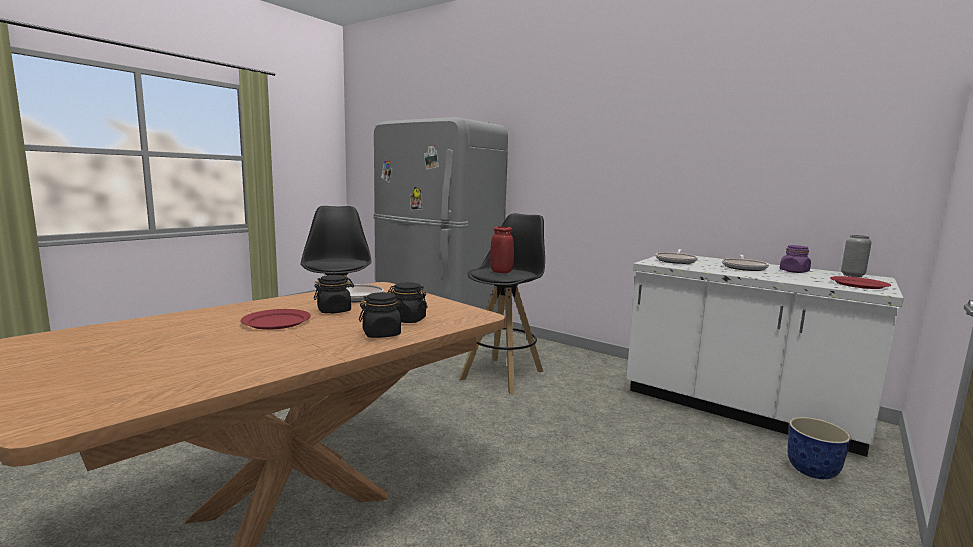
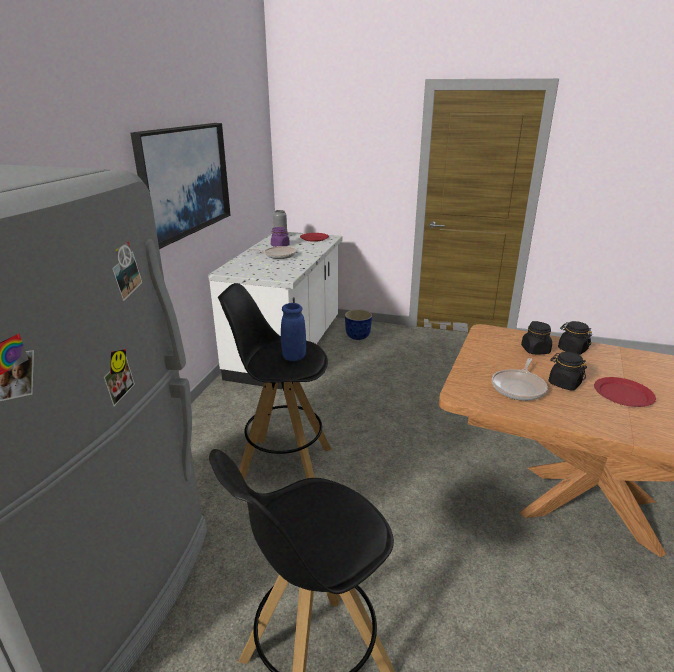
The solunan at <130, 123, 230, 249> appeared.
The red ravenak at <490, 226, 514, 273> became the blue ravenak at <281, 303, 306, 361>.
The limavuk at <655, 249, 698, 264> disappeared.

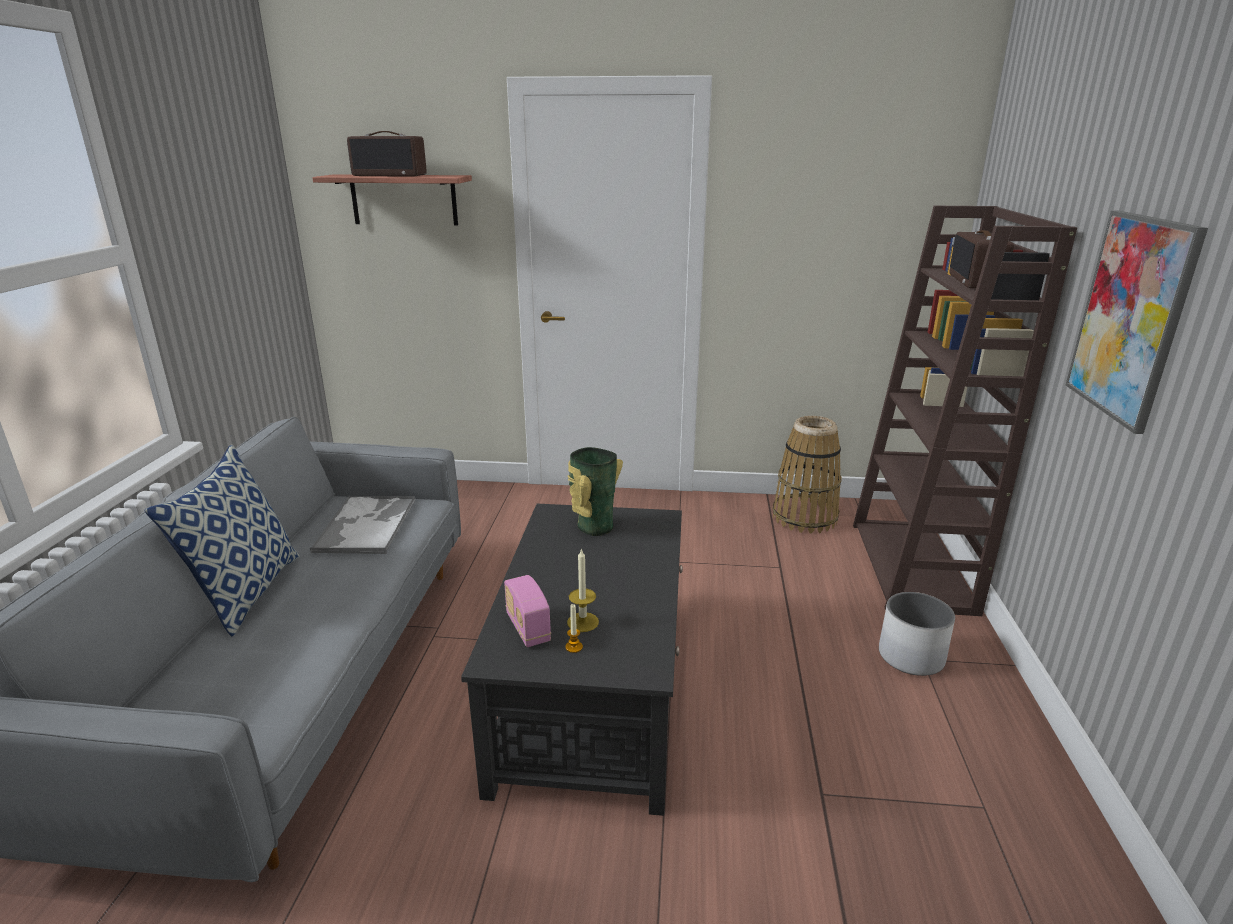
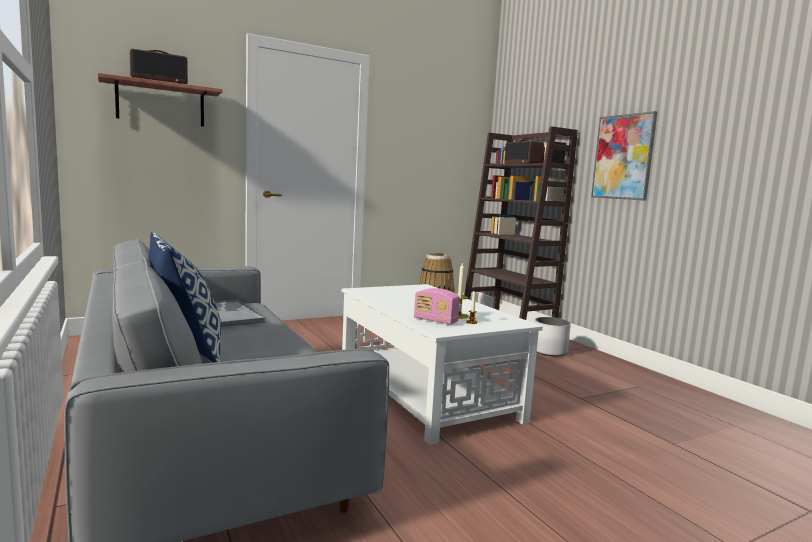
The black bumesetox at <461, 504, 683, 816> became the white bumesetox at <342, 284, 543, 445>.
The ravenak at <568, 447, 623, 536> disappeared.

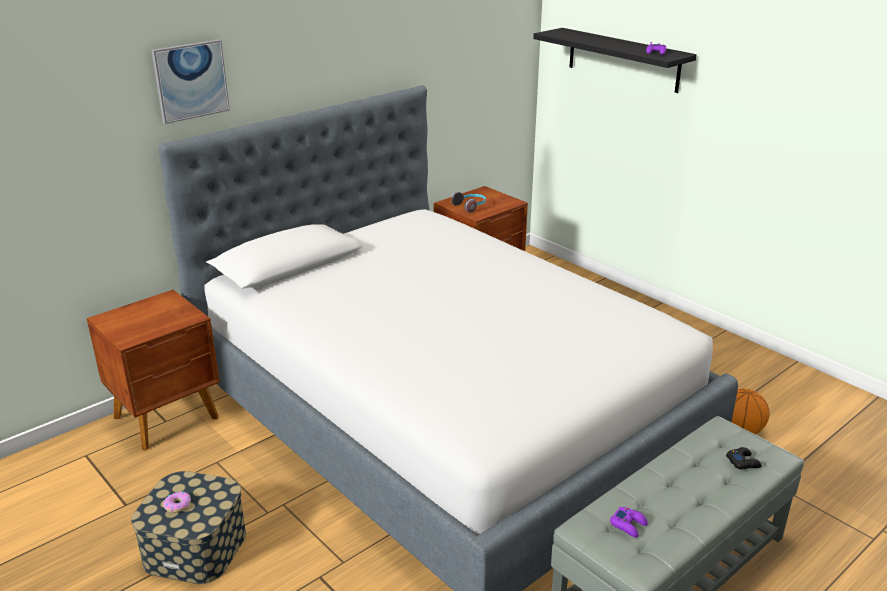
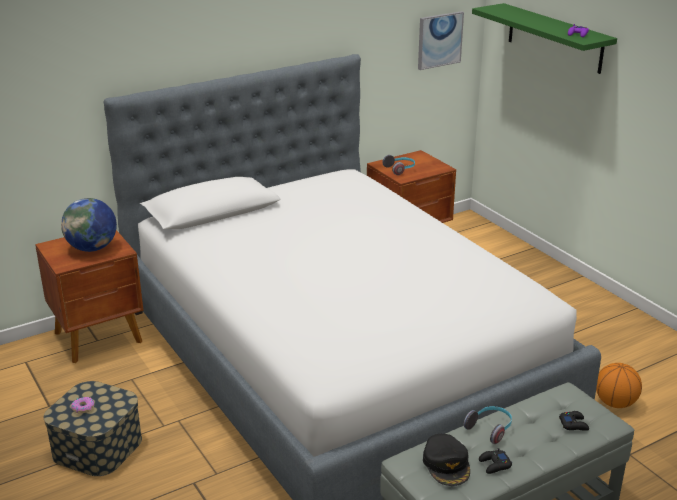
The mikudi at <61, 198, 117, 252> appeared.
The solunan moved from <151, 40, 230, 124> to <418, 11, 464, 70>.
The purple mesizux at <610, 507, 648, 538> was replaced by the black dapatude at <423, 434, 470, 486>.
The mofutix at <464, 406, 512, 444> appeared.
The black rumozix at <533, 28, 697, 93> became the green rumozix at <472, 3, 617, 74>.
The black mesizux at <479, 448, 512, 474> appeared.

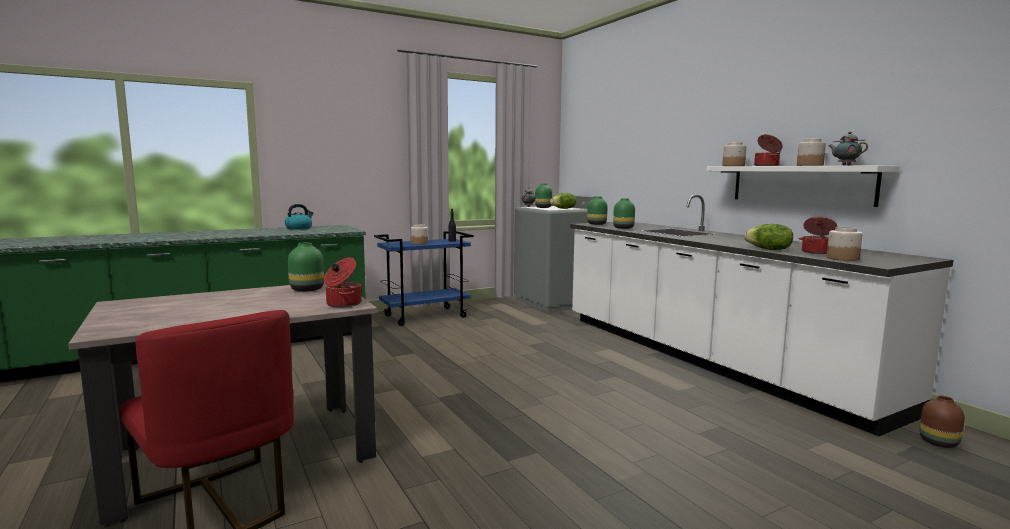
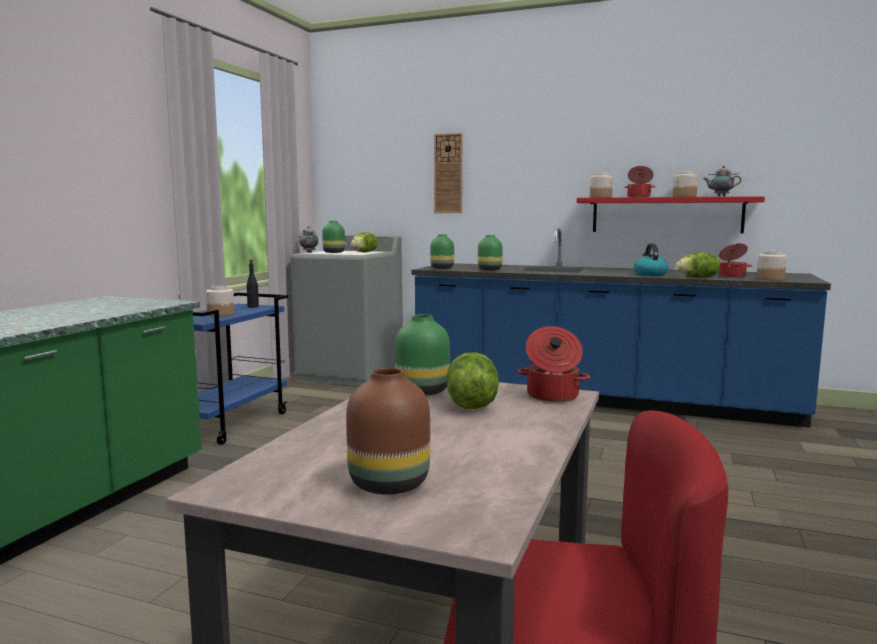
The brown ravenak moved from <920, 396, 965, 448> to <346, 368, 430, 495>.
The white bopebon at <570, 194, 954, 436> became the blue bopebon at <412, 228, 831, 428>.
The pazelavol at <434, 133, 462, 213> appeared.
The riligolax at <446, 352, 499, 409> appeared.
The white rumozix at <707, 166, 899, 207> became the red rumozix at <577, 196, 765, 233>.
The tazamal moved from <285, 204, 314, 230> to <634, 243, 668, 276>.

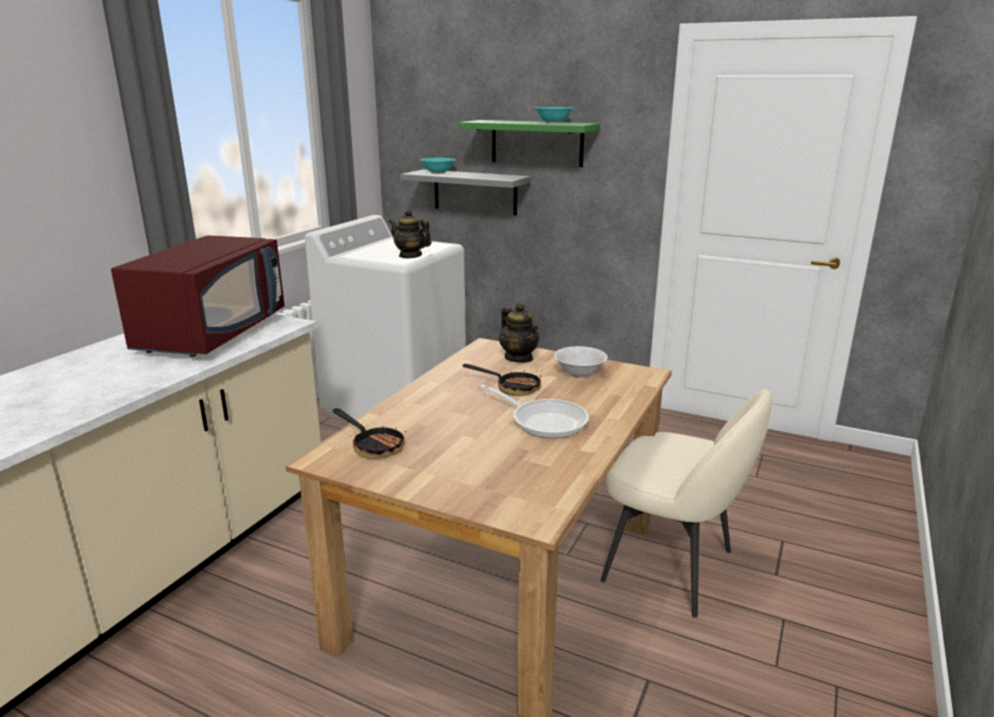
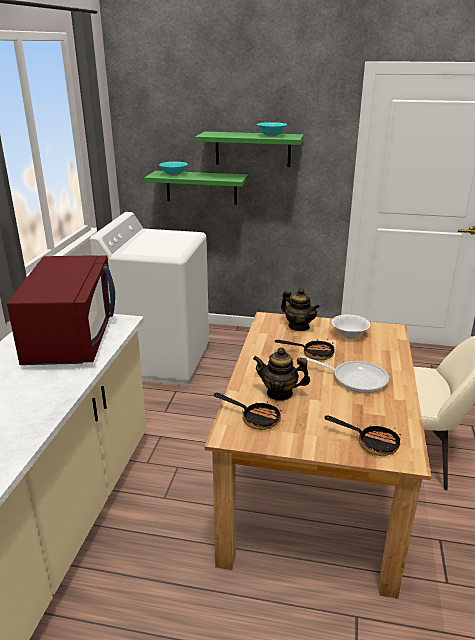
The grey rumozix at <400, 169, 531, 216> became the green rumozix at <144, 171, 248, 205>.
The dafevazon moved from <389, 209, 432, 259> to <253, 347, 310, 401>.
The limavuk at <324, 415, 401, 456> appeared.

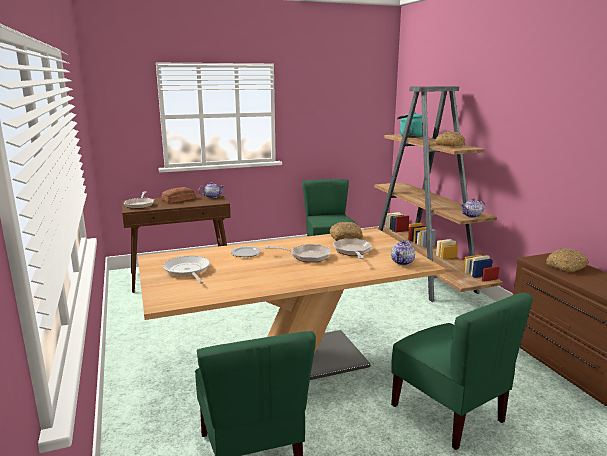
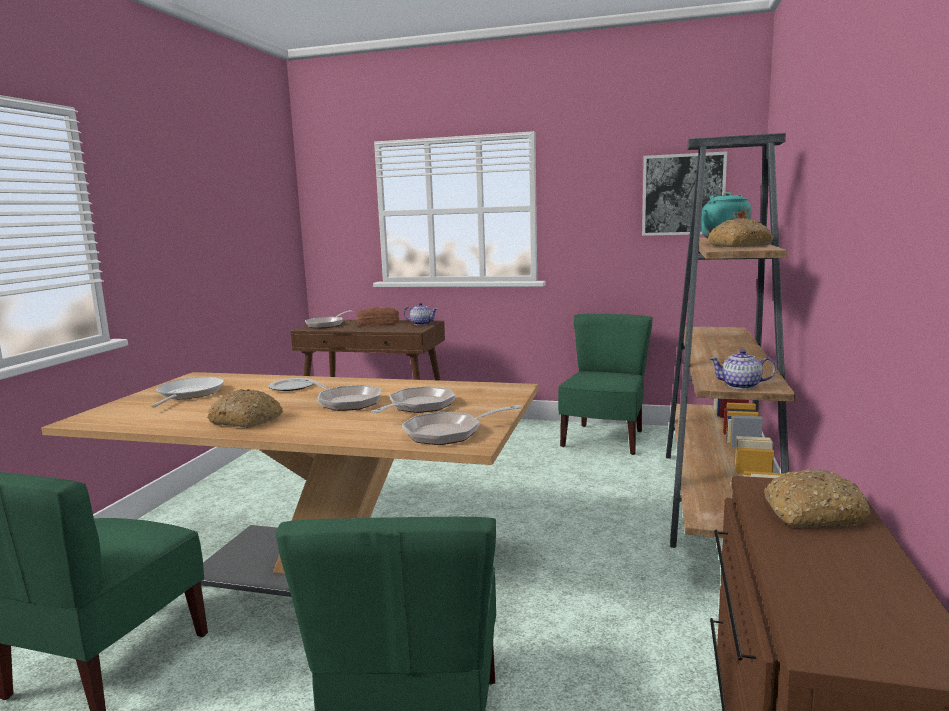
The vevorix moved from <330, 221, 363, 241> to <207, 389, 283, 428>.
The dafevazon at <391, 240, 415, 265> was replaced by the limavuk at <402, 405, 522, 445>.
The solunan at <642, 151, 727, 236> appeared.

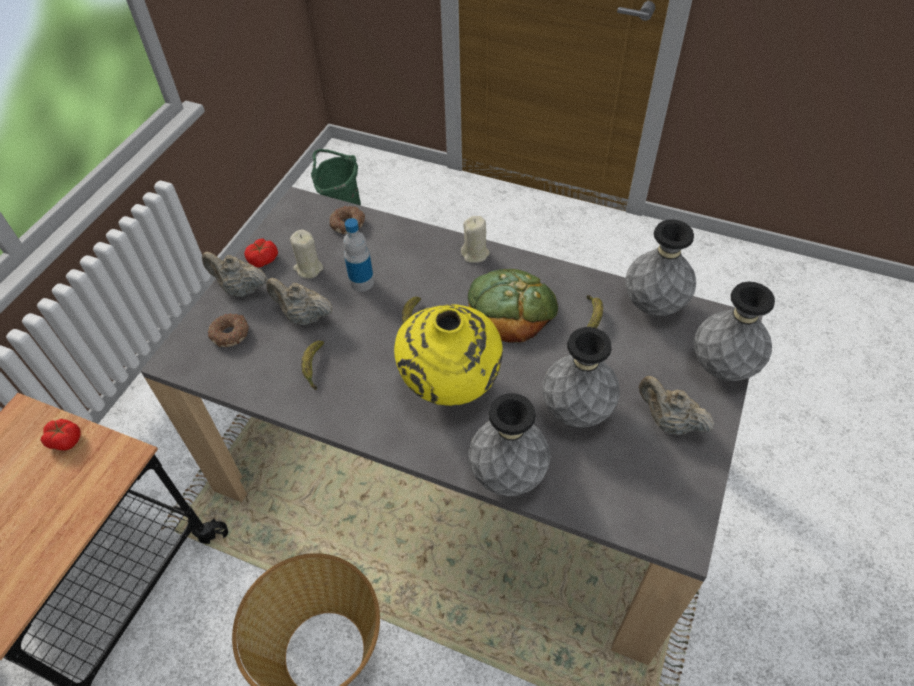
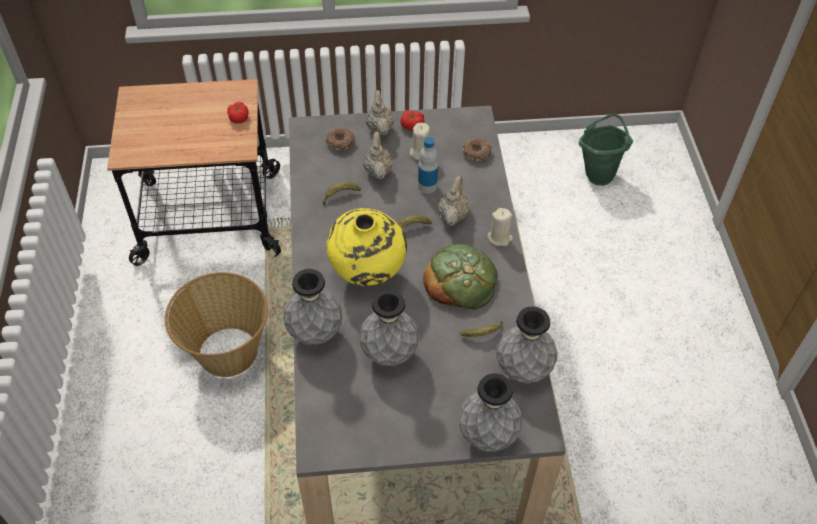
The beige dafevazon moved from <639, 376, 714, 435> to <438, 176, 469, 226>.

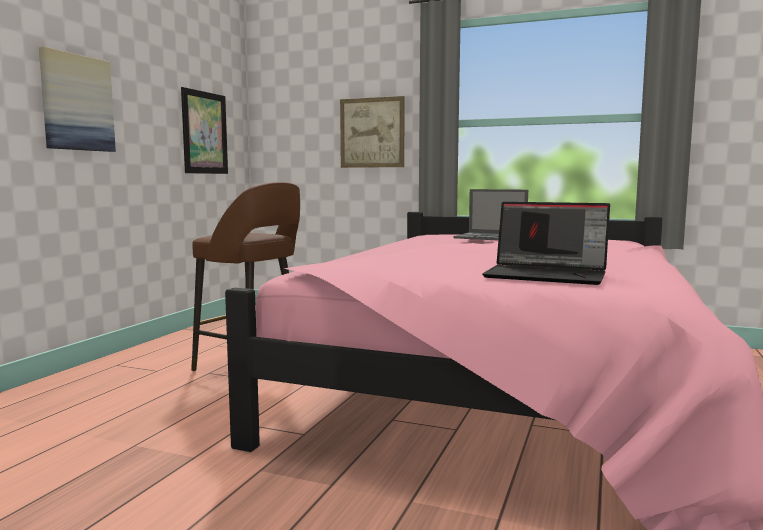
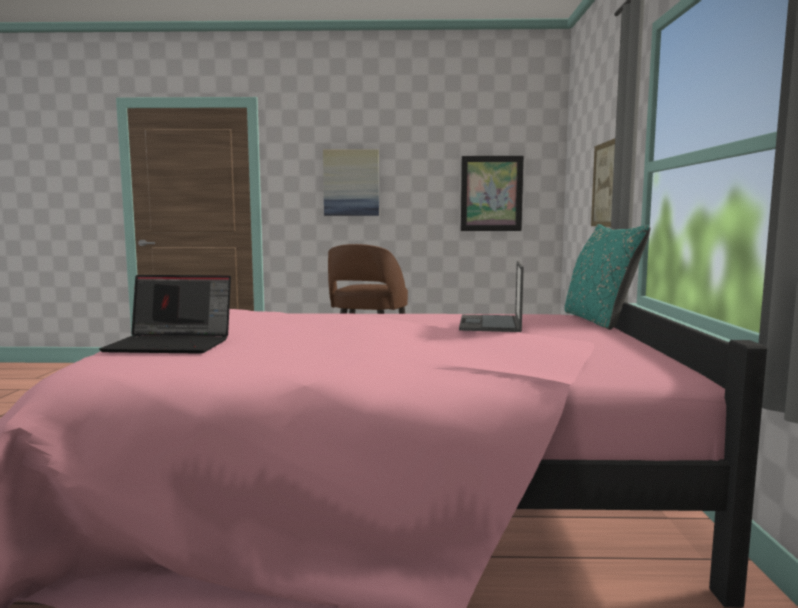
The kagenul at <482, 202, 610, 285> turned 90 degrees counterclockwise.
The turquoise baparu at <564, 224, 650, 330> appeared.

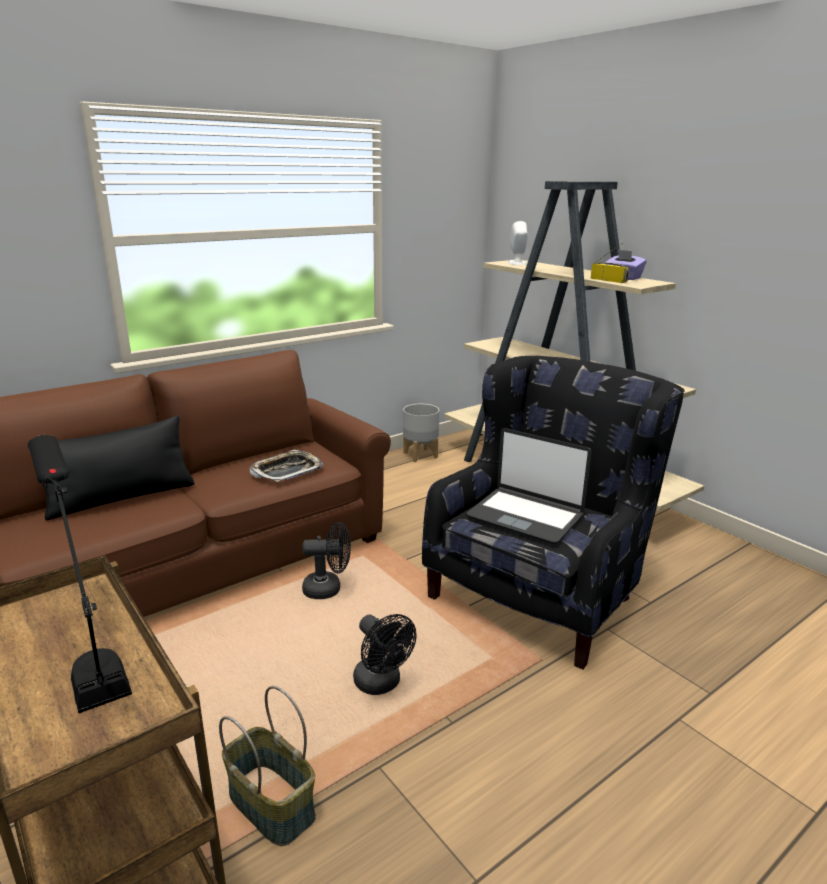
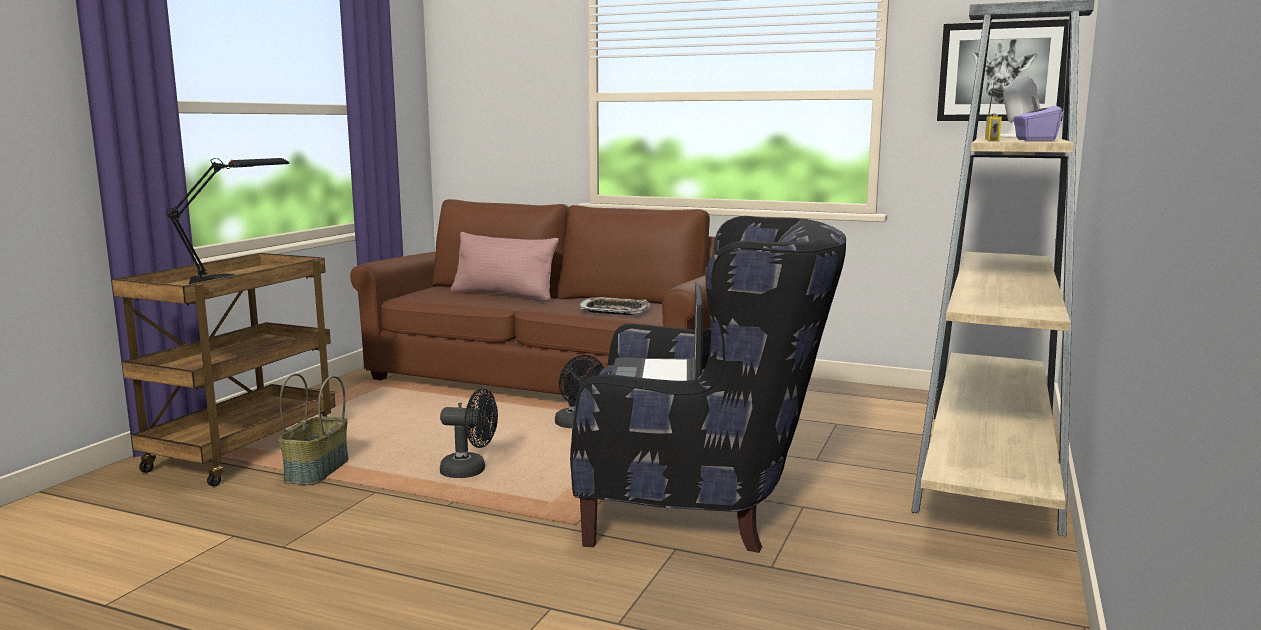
The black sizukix at <353, 614, 417, 695> turned 105 degrees counterclockwise.
The black baparu at <28, 415, 194, 520> became the pink baparu at <451, 232, 559, 301>.
The solunan at <937, 19, 1069, 121> appeared.
The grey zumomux at <403, 404, 440, 462> disappeared.

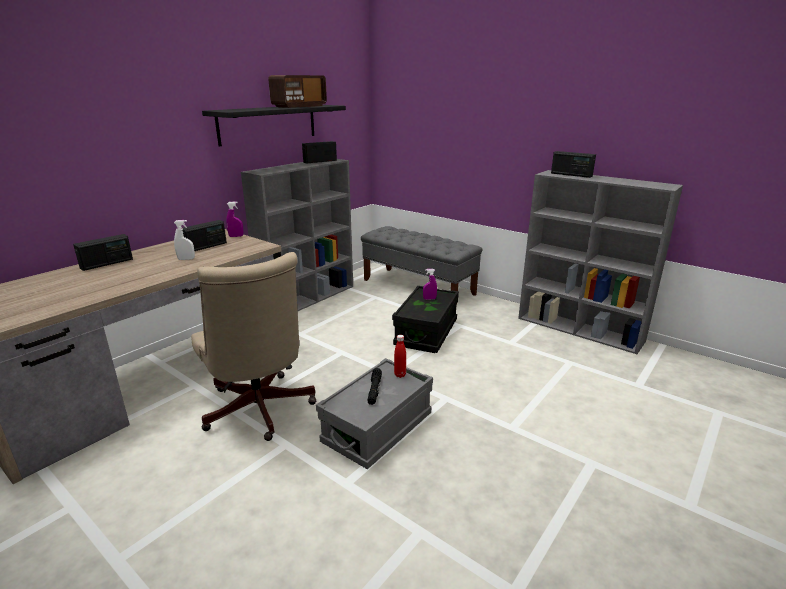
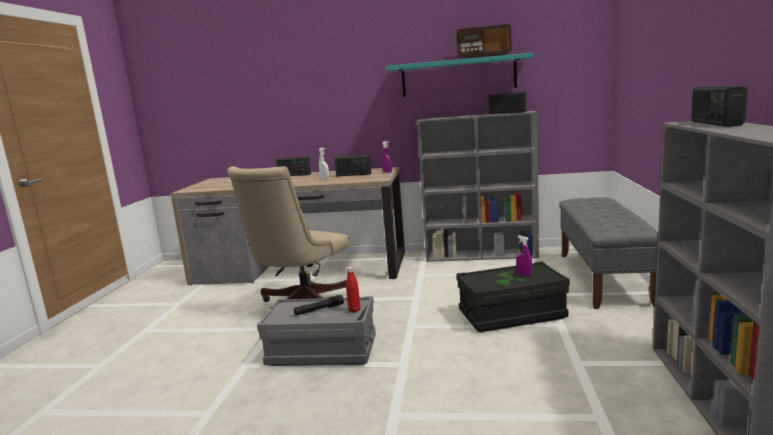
The black rumozix at <202, 105, 346, 147> became the turquoise rumozix at <386, 53, 533, 97>.

